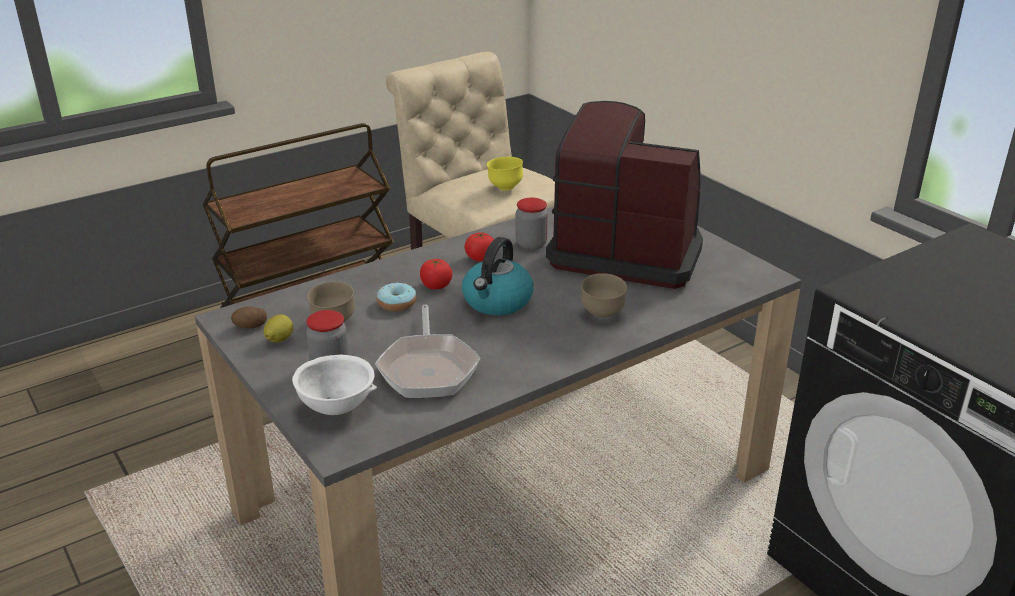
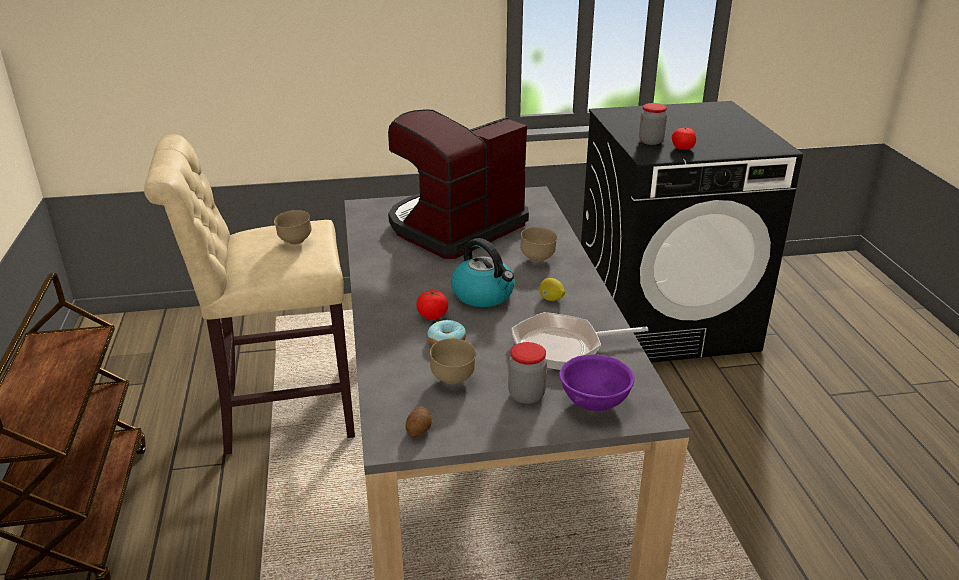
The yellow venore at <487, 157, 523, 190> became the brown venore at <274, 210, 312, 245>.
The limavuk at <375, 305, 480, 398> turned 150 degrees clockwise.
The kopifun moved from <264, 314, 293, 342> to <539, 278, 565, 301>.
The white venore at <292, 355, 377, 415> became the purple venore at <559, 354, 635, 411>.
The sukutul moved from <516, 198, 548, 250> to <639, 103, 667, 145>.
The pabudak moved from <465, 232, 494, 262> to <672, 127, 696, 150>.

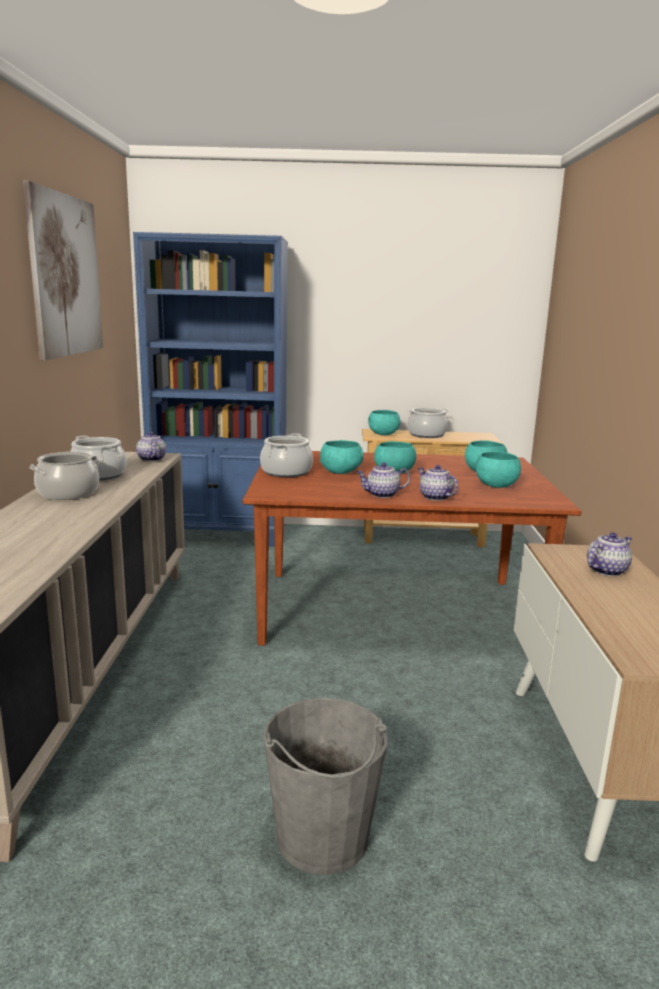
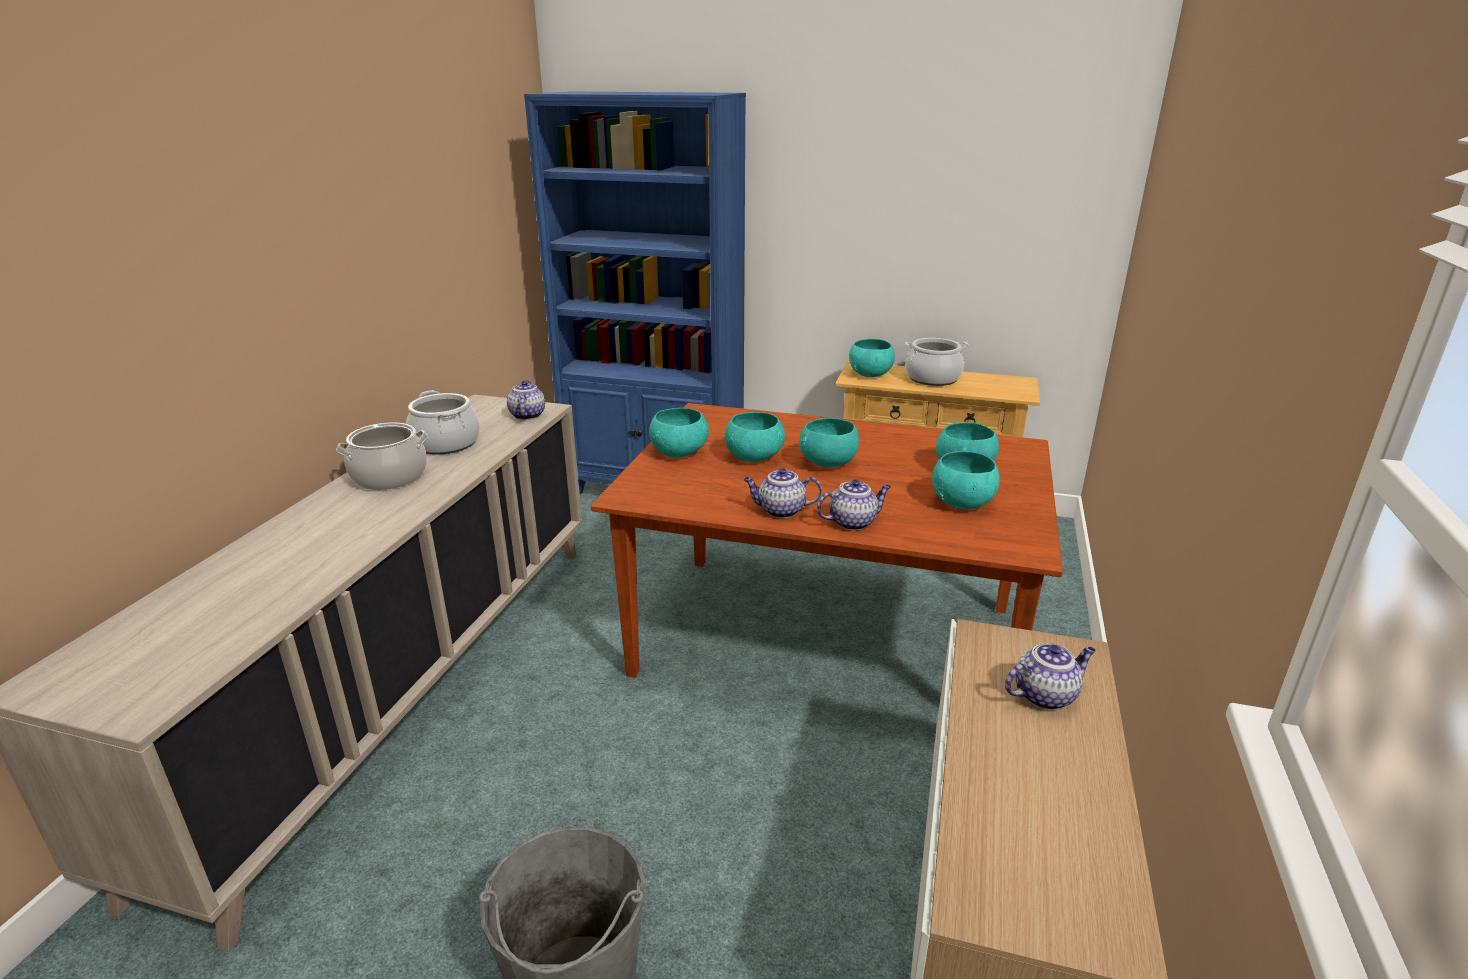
The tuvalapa at <260, 433, 313, 477> was replaced by the turquoise venore at <649, 408, 709, 458>.
The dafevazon at <418, 465, 458, 501> turned 90 degrees clockwise.
The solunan at <23, 181, 103, 360> disappeared.

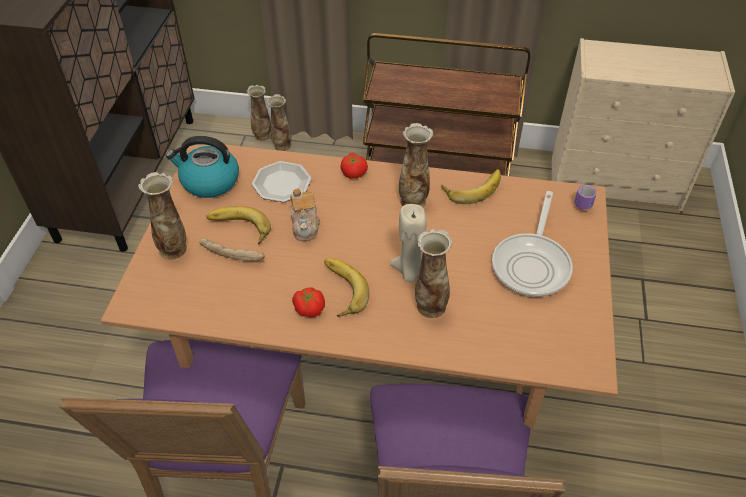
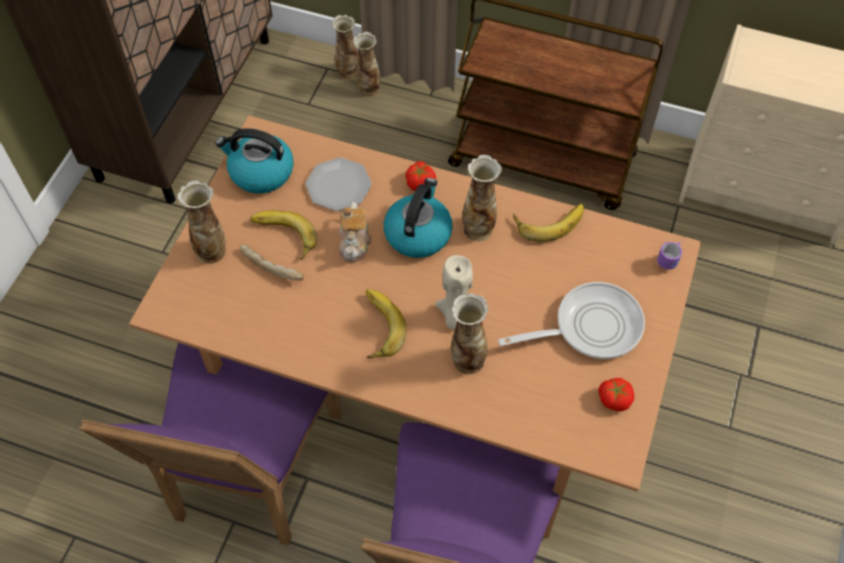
The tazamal at <384, 178, 453, 258> appeared.
The limavuk at <492, 191, 573, 297> turned 135 degrees counterclockwise.
The pabudak moved from <292, 287, 325, 317> to <598, 378, 634, 411>.

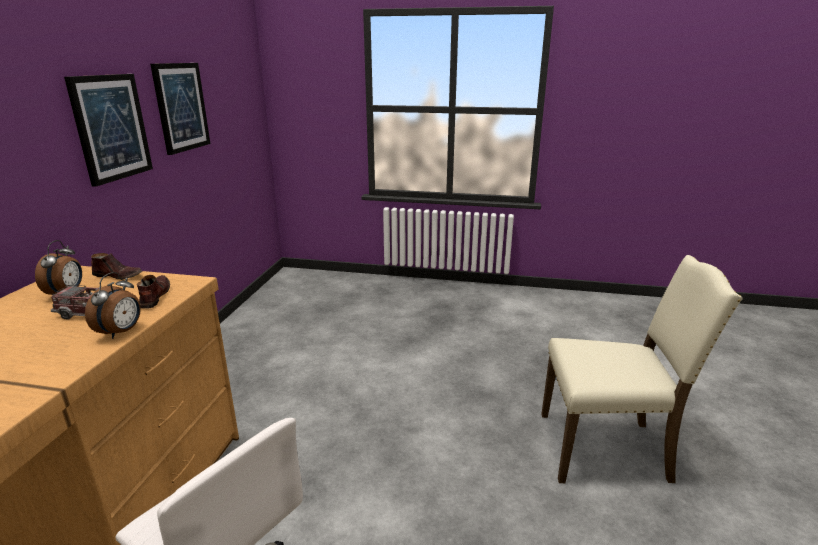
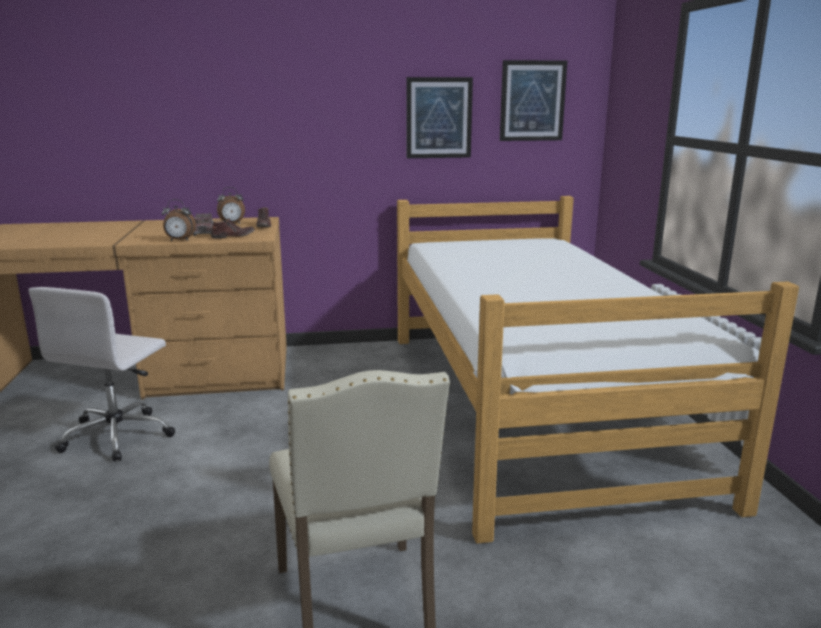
The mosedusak at <397, 196, 799, 544> appeared.
The solunan moved from <64, 74, 153, 187> to <500, 60, 567, 141>.

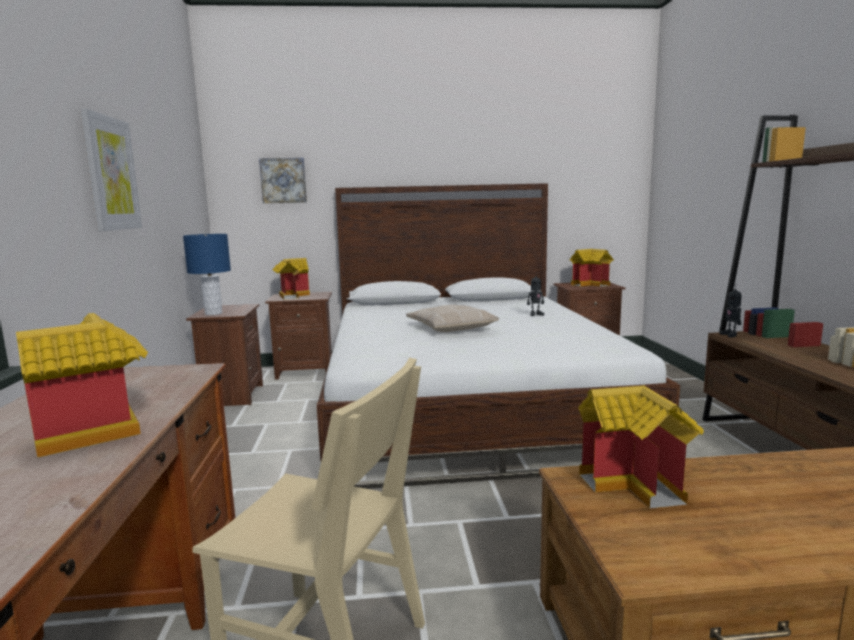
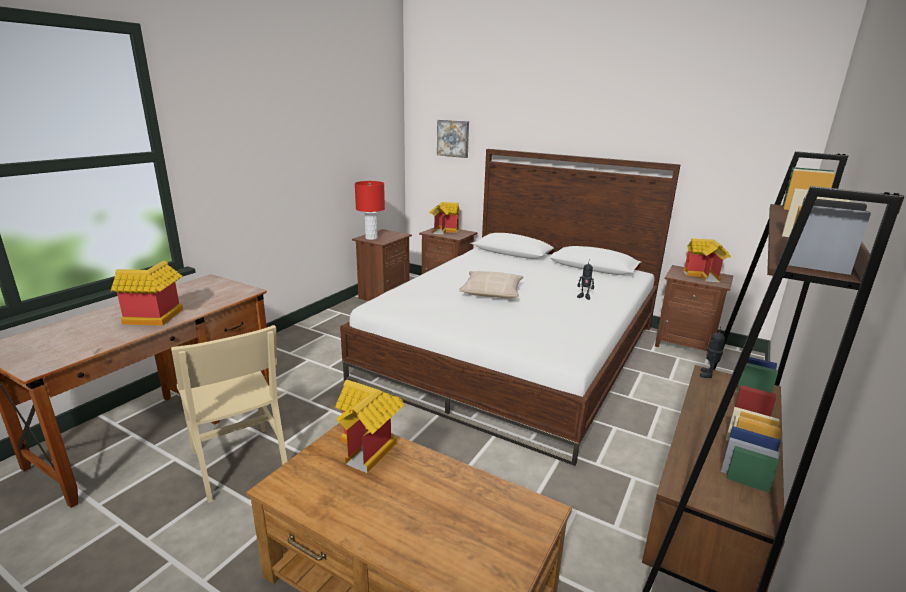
The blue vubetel at <183, 234, 231, 315> became the red vubetel at <355, 181, 385, 240>.
The solunan at <80, 108, 142, 231> disappeared.

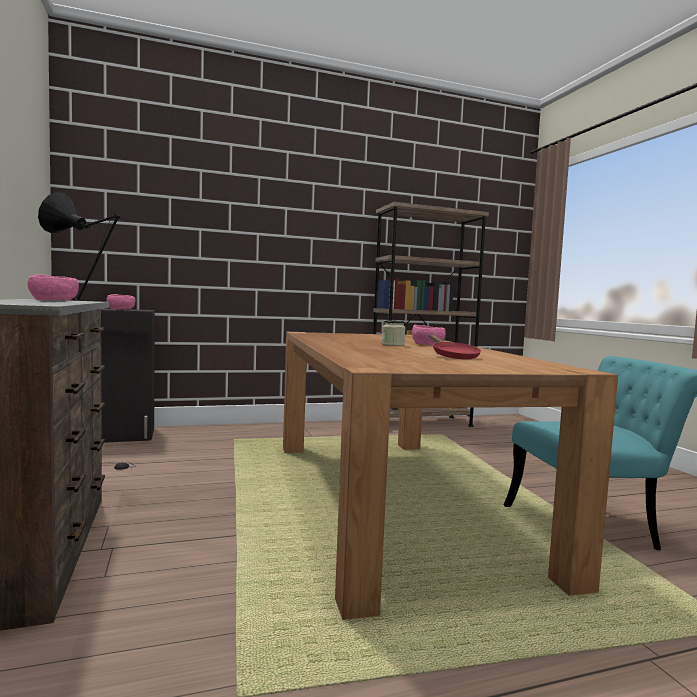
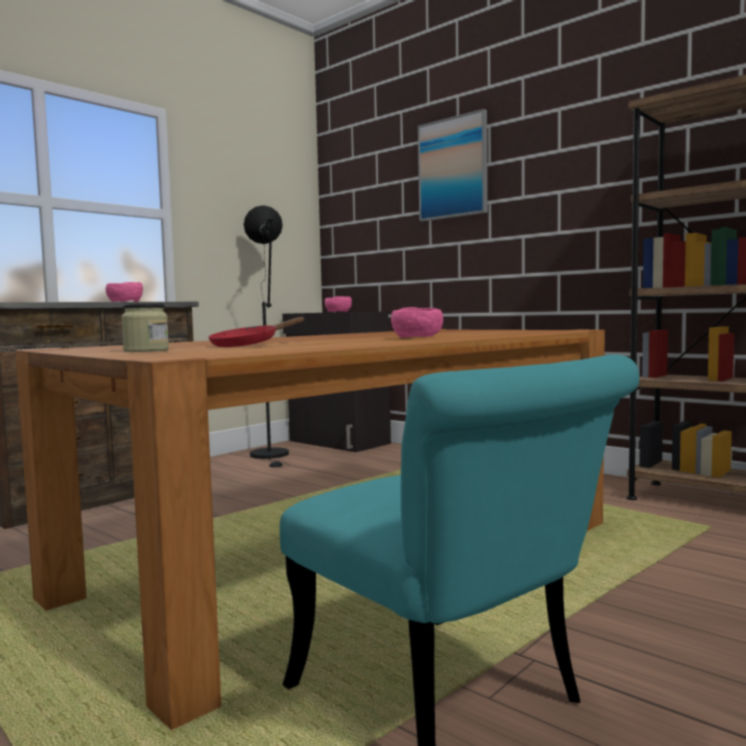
The sukutul moved from <382, 320, 406, 346> to <121, 304, 169, 352>.
The solunan at <418, 109, 488, 221> appeared.

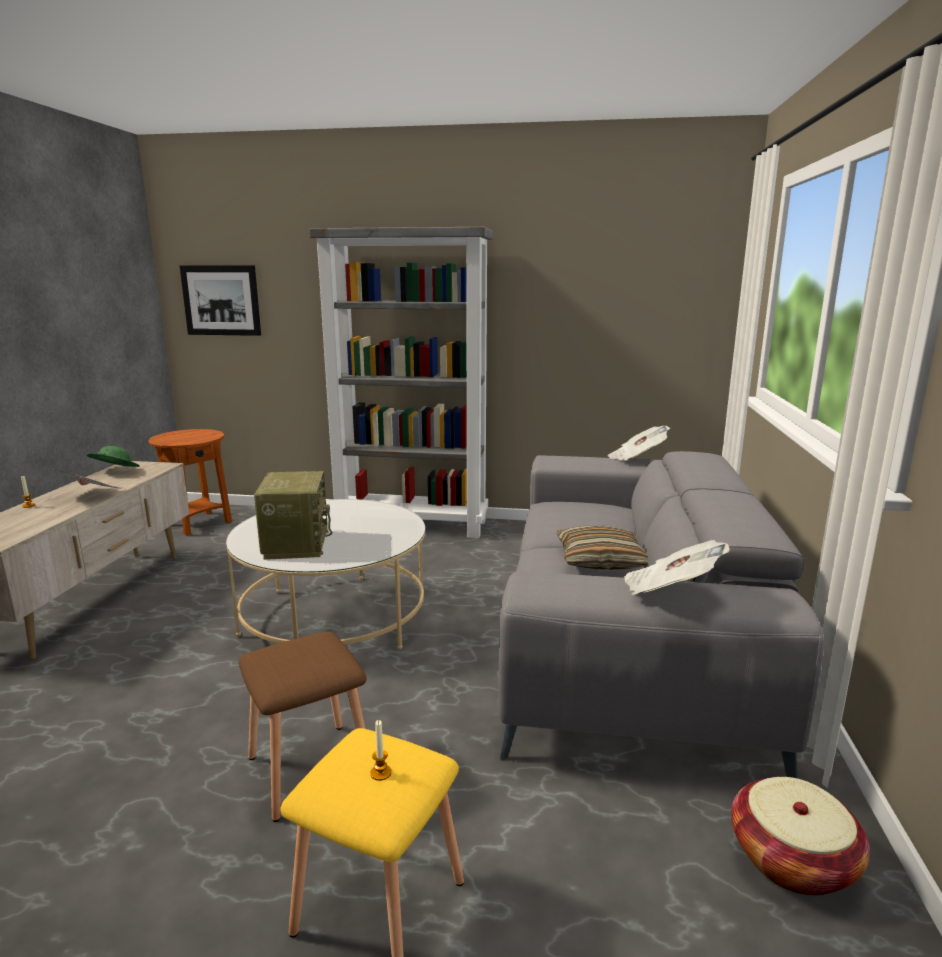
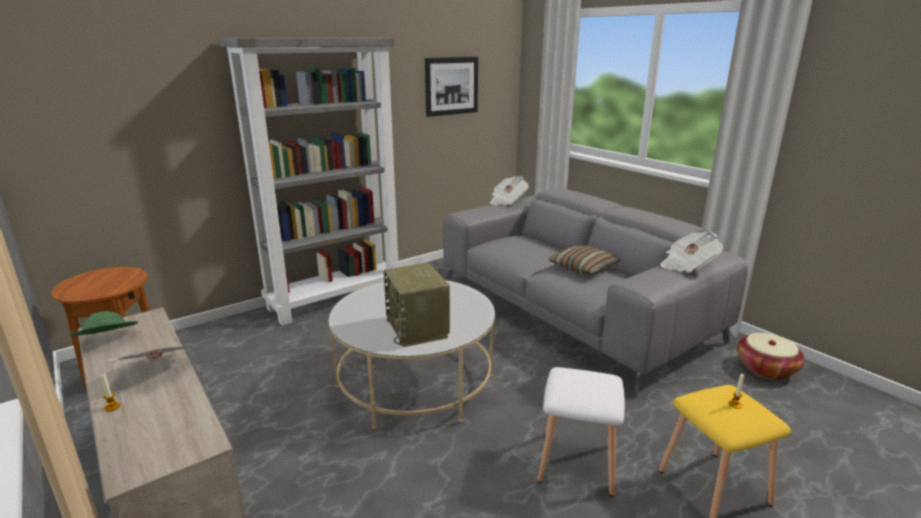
The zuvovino at <254, 471, 333, 560> turned 150 degrees counterclockwise.
The solunan moved from <179, 265, 261, 336> to <425, 57, 478, 117>.
The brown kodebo at <239, 632, 366, 822> became the white kodebo at <537, 367, 625, 497>.

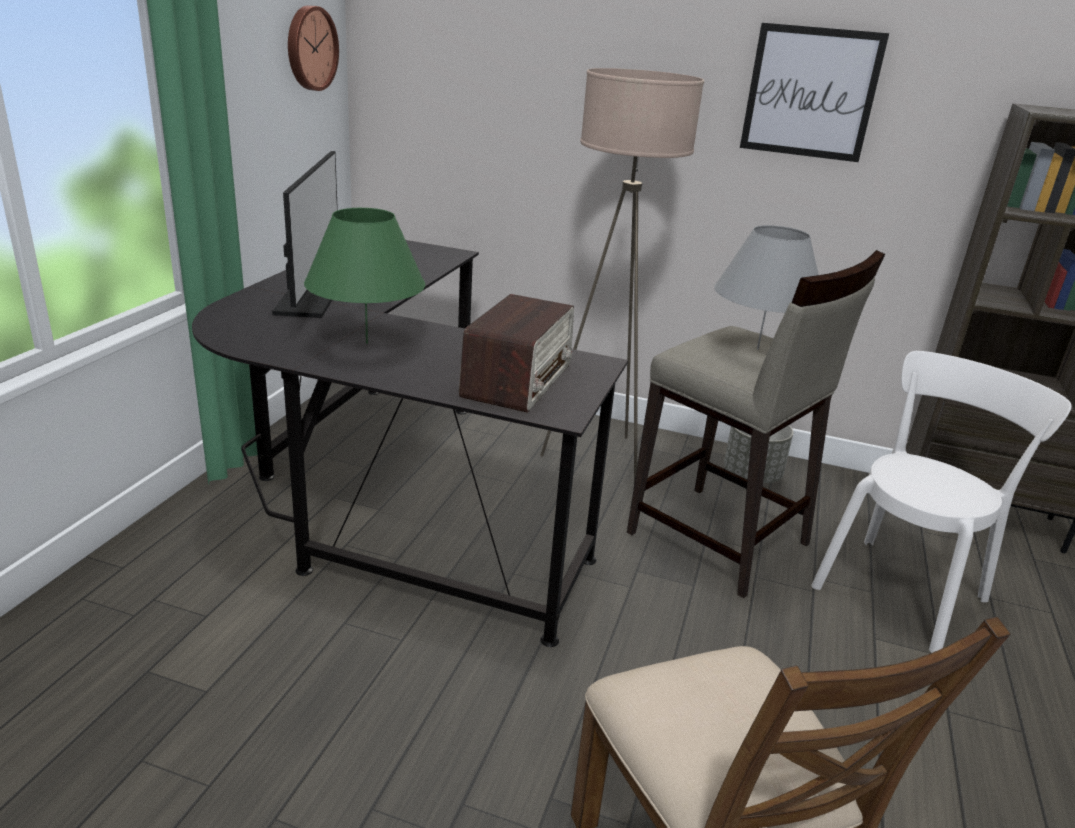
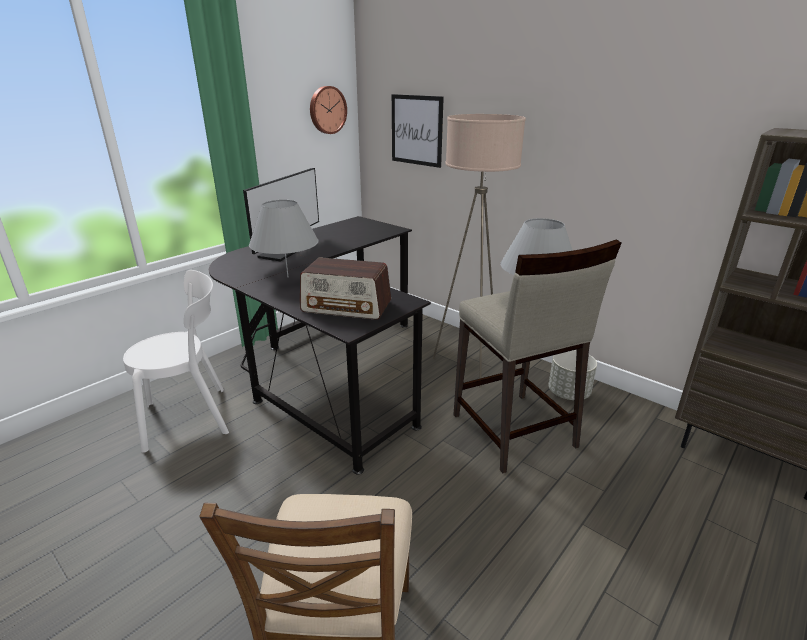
The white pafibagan moved from <812, 351, 1072, 653> to <123, 270, 229, 453>.
The green vubetel at <304, 208, 425, 344> became the grey vubetel at <249, 199, 319, 277>.
The zuvovino at <459, 294, 574, 412> turned 60 degrees clockwise.
The solunan moved from <740, 23, 889, 162> to <392, 94, 444, 168>.

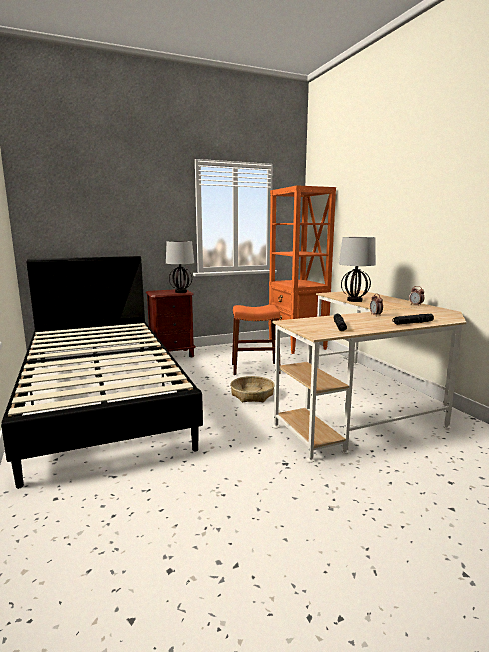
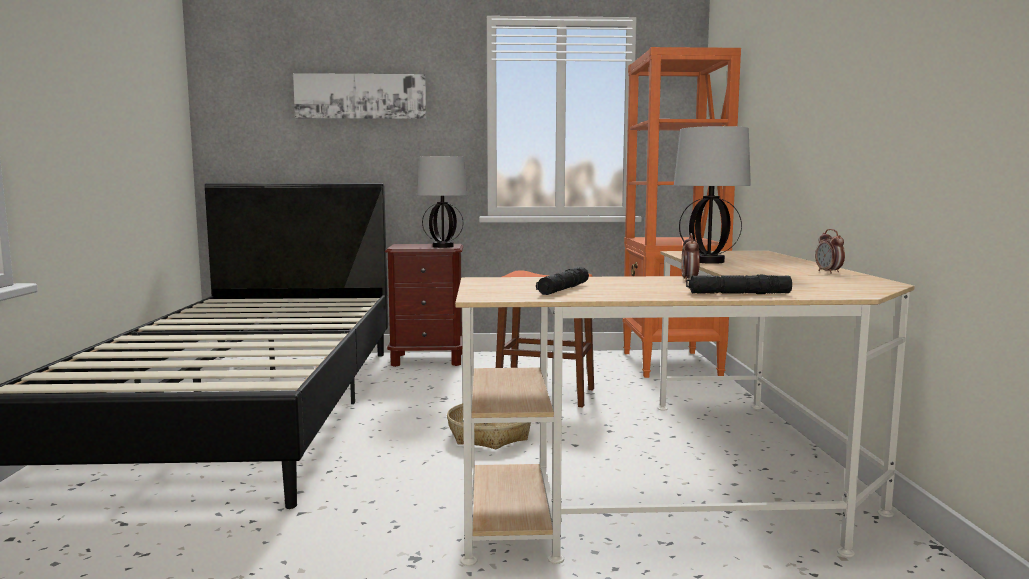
The solunan at <293, 73, 426, 119> appeared.

